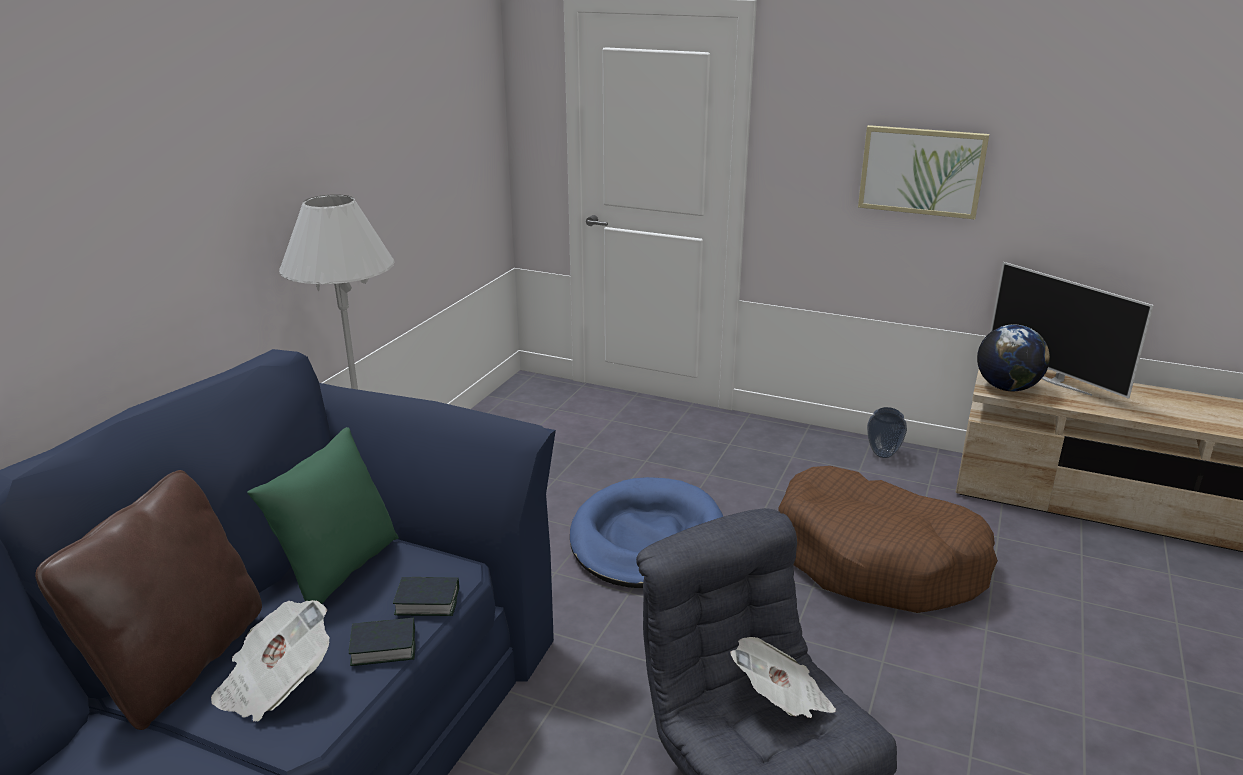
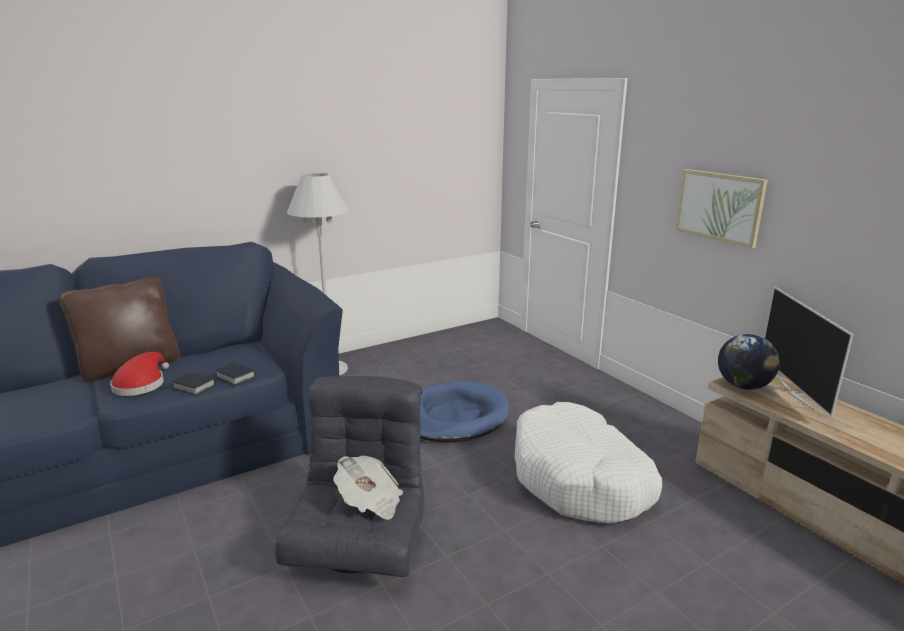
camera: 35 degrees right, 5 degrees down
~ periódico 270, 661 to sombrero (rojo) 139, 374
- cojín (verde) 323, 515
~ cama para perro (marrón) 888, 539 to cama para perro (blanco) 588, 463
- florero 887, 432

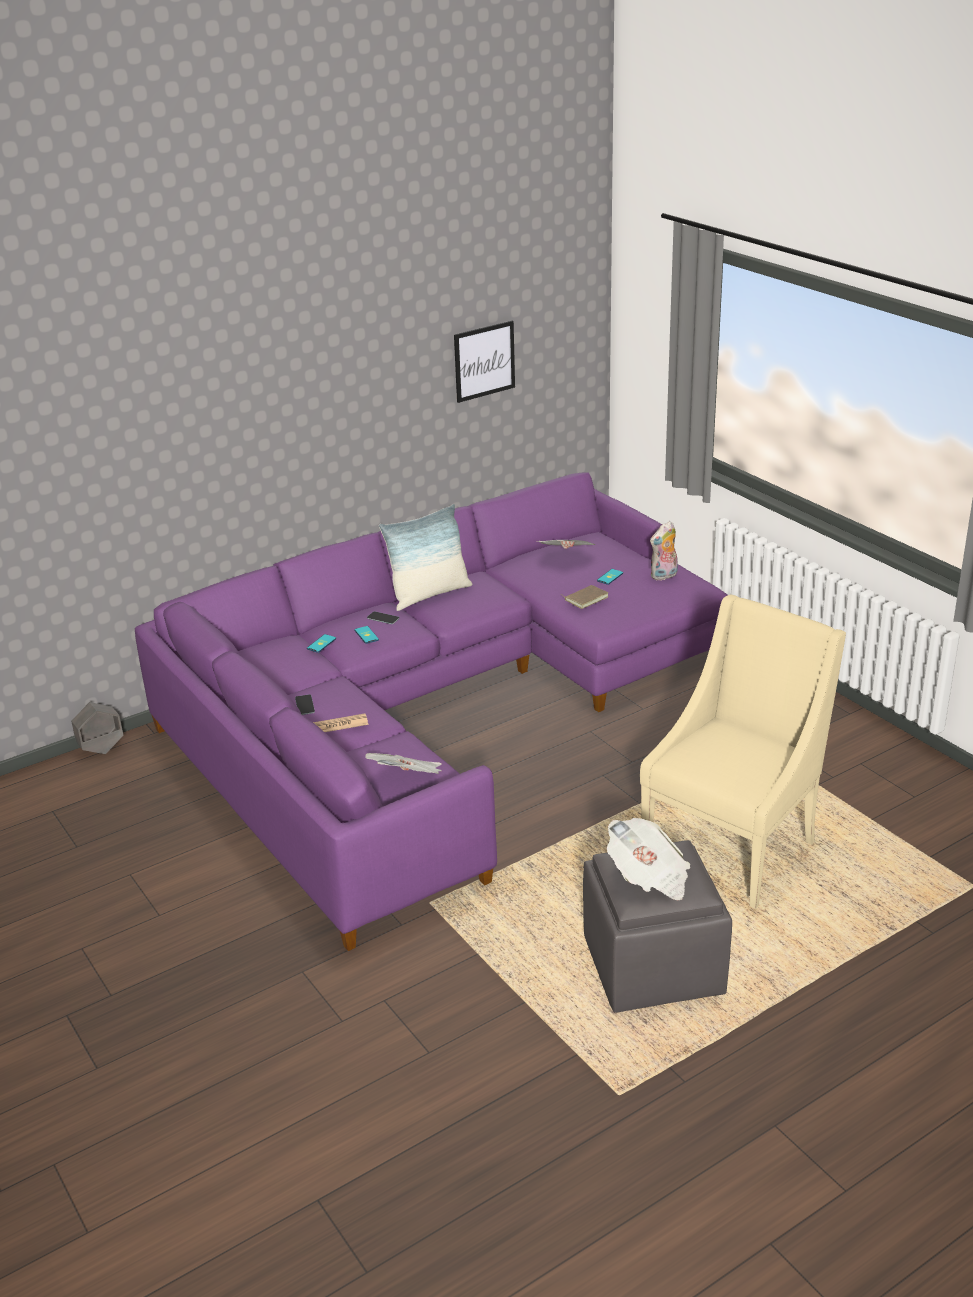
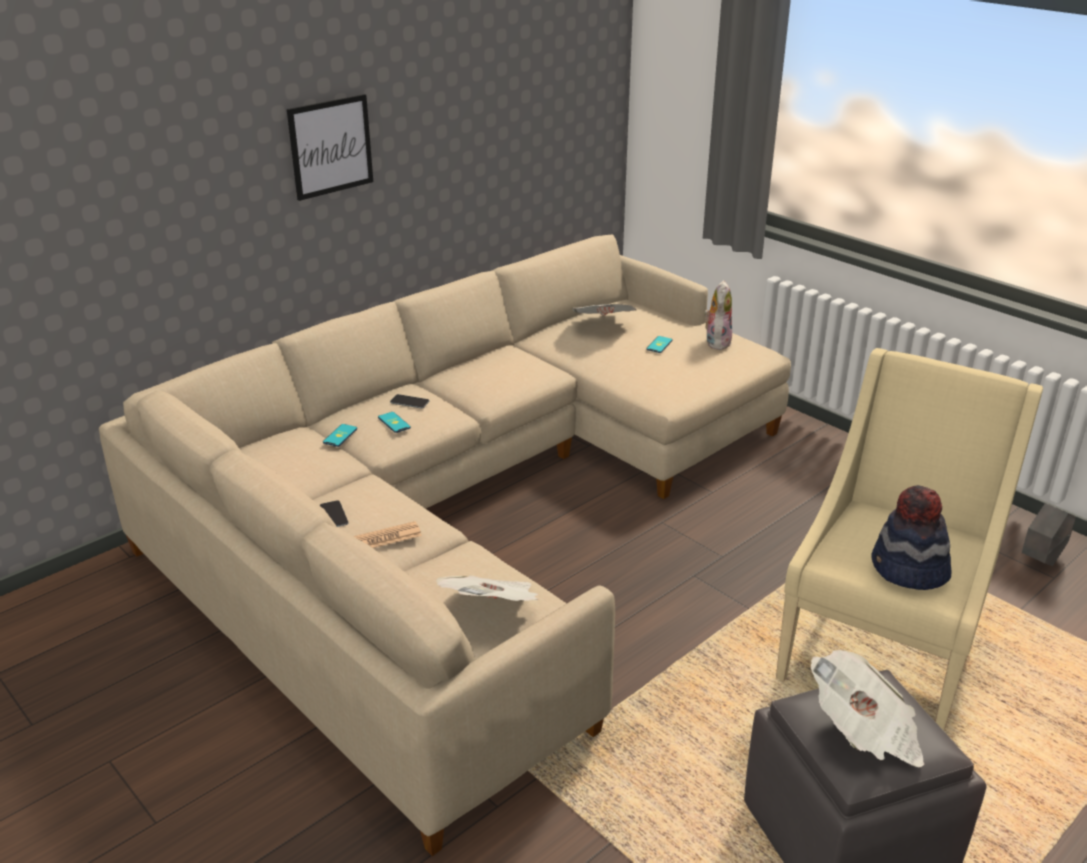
camera: 10 degrees left, 0 degrees up
~ maceta (gris) 97, 728 to 1049, 534
~ sofá (morado) 431, 712 to sofá (beis) 445, 545
- cojín 425, 557
~ cuadro 484, 362 to 330, 147
- libro (marrón) 584, 597
~ peluche 664, 550 = 718, 315 150 degrees clockwise
+ sombrero 911, 537

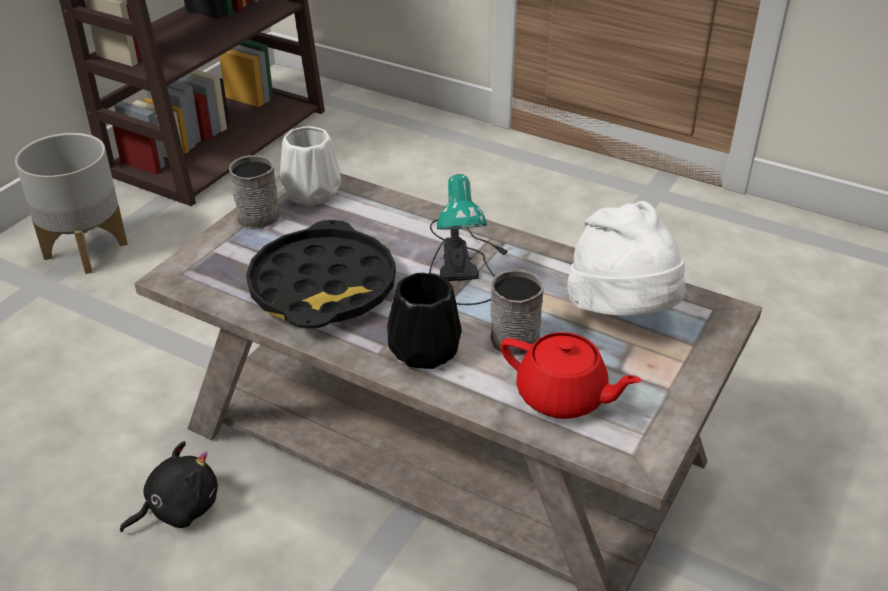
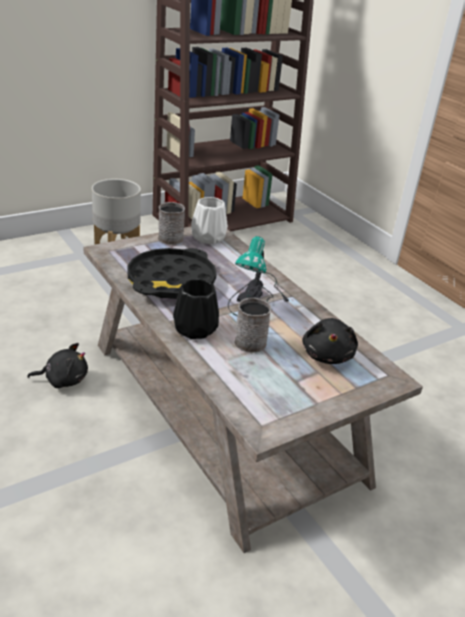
camera: 25 degrees right, 5 degrees down
- tetera (rojo) 571, 375
~ sombrero (blanco) 626, 258 to peluche (negro) 330, 341

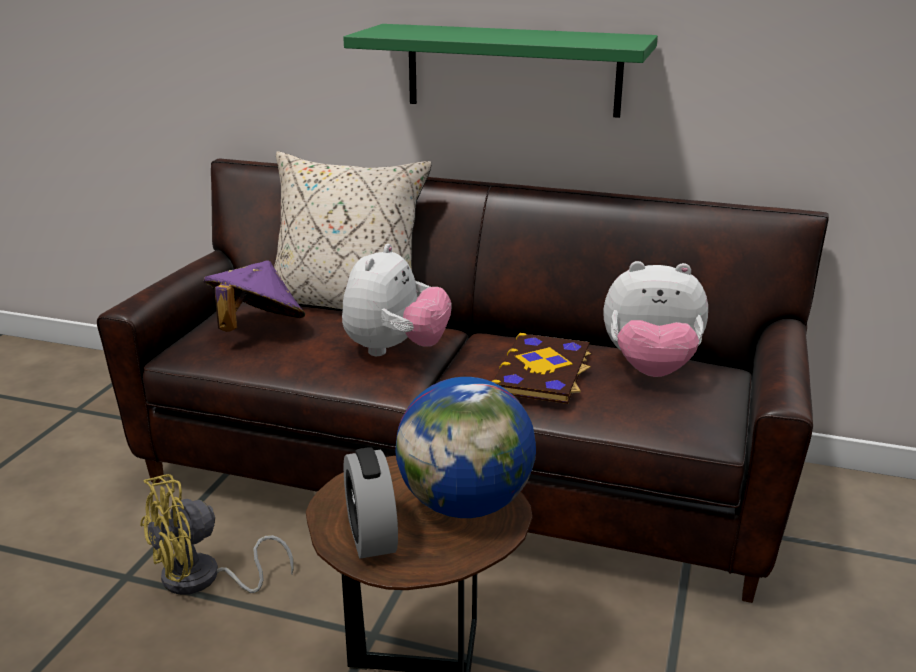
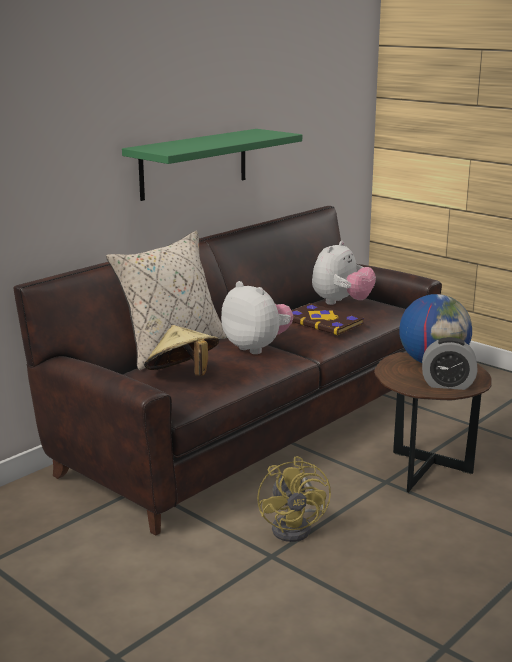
camera: 65 degrees left, 5 degrees down
~ sombrero (morado) 254, 296 to sombrero (beis) 181, 350

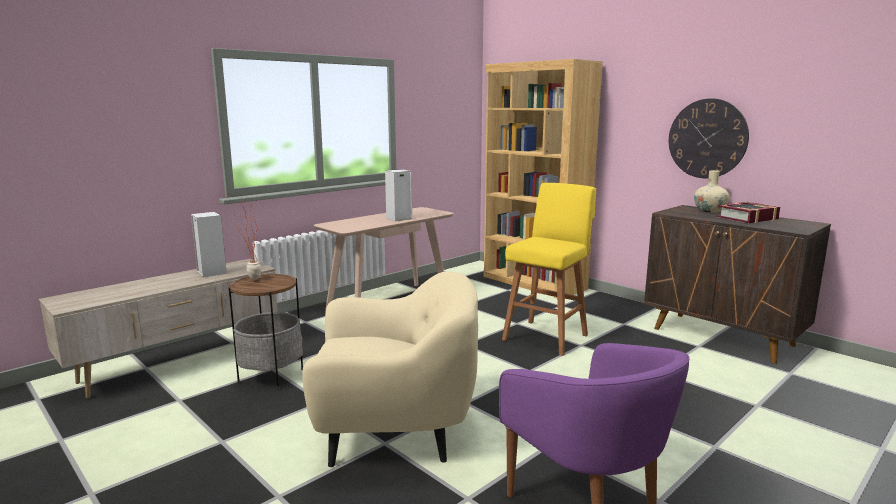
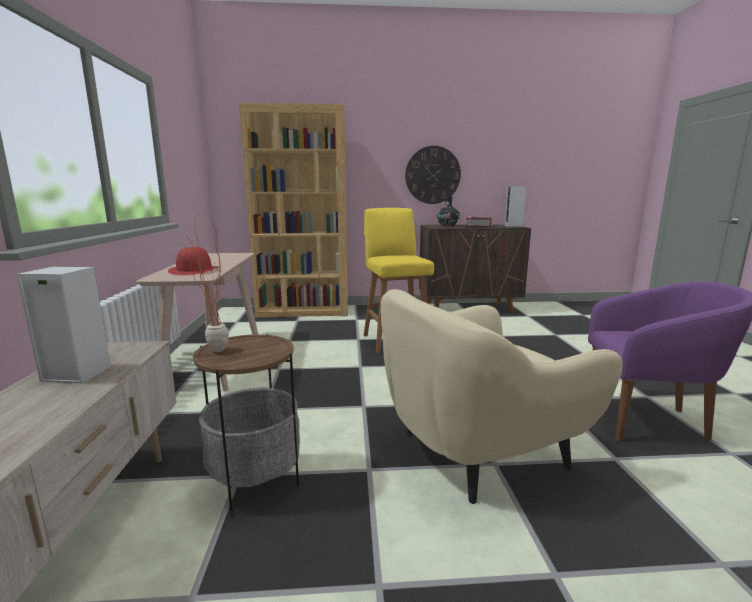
camera: 50 degrees left, 0 degrees up
~ sillón (beis) 390, 369 = 502, 396 150 degrees counterclockwise
~ altavoz 398, 195 to 515, 206
~ florero (beis) 711, 191 to florero (negro) 448, 211
+ sombrero (rojo) 193, 261

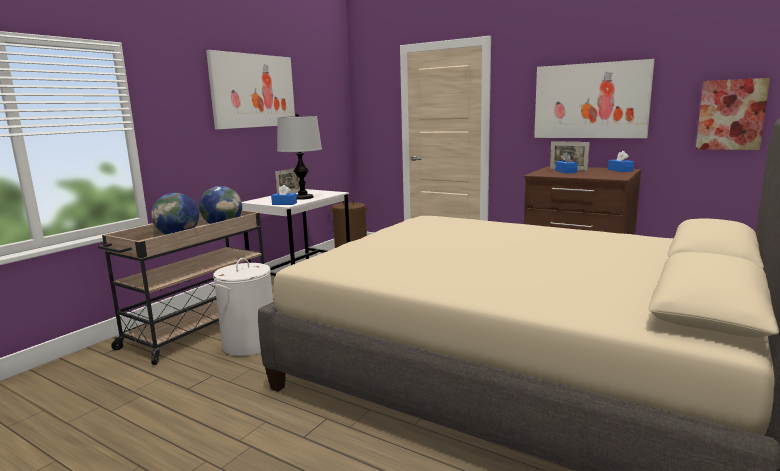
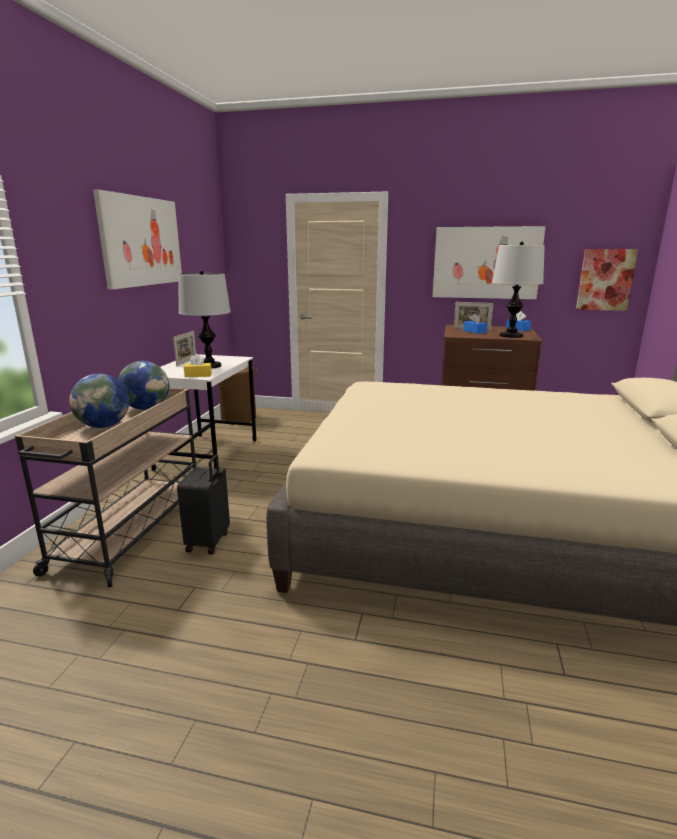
camera: 20 degrees left, 5 degrees up
~ cesto de la ropa (blanco) 243, 307 to maleta (negro) 203, 504
~ caja de pañuelos (azul) 284, 195 to caja de pañuelos (amarillo) 198, 365
+ lámpara de mesa 518, 289

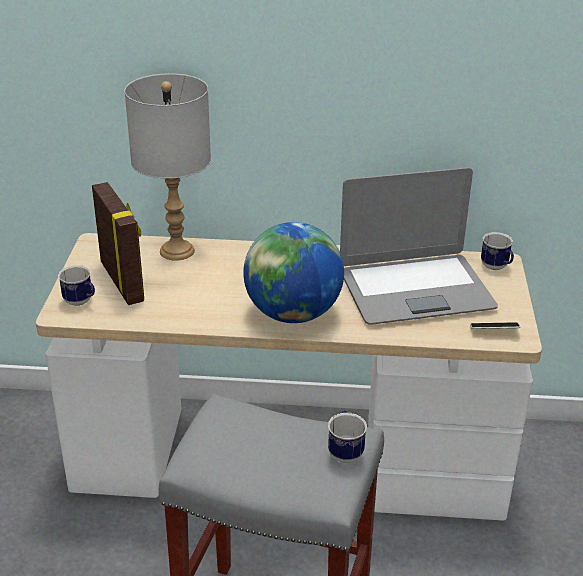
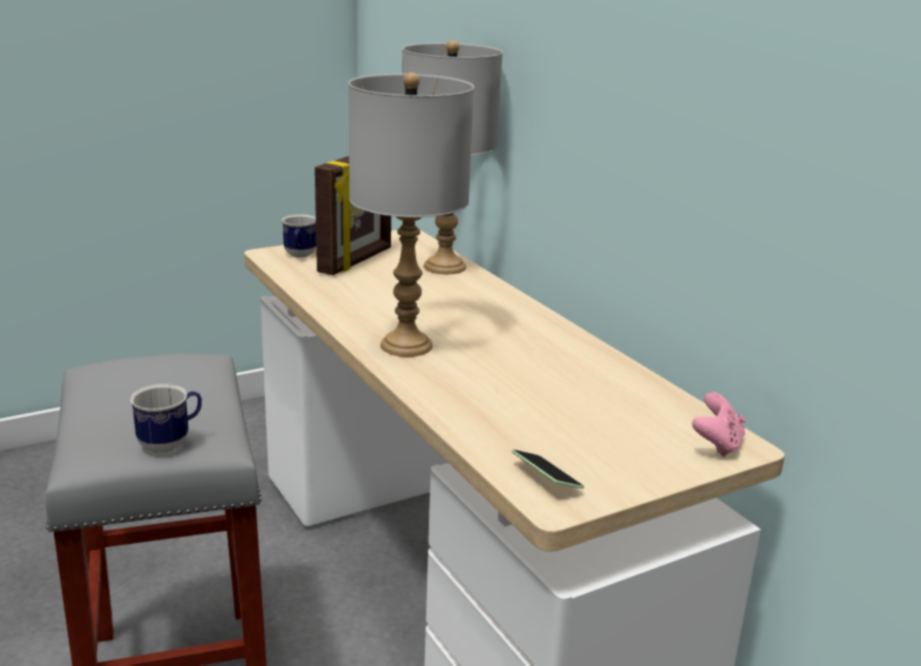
camera: 55 degrees right, 10 degrees down
~ globo terráqueo 293, 272 to lámpara de mesa (gris) 411, 214
- portátil 419, 246
~ taza grande 497, 251 to mando de consola (rosa) 718, 424

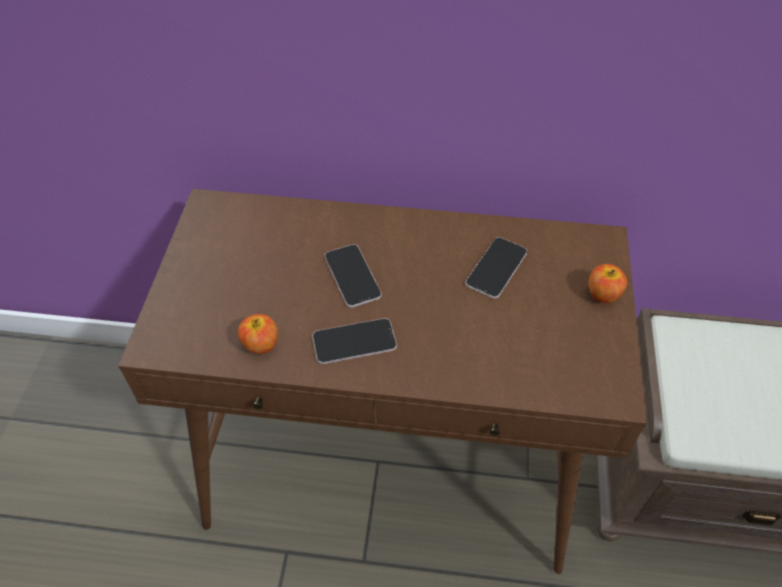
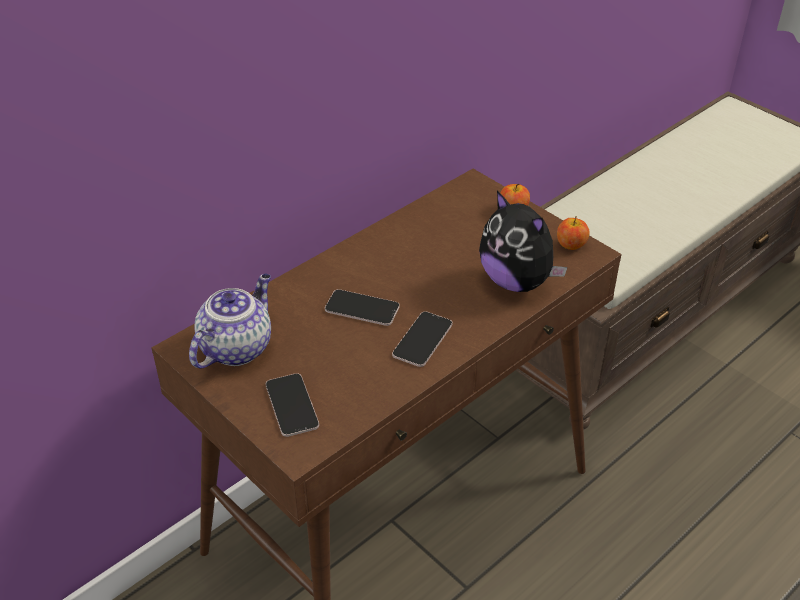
camera: 50 degrees left, 10 degrees down
~ manzana 258, 334 to 573, 233
~ móvil 496, 268 to 292, 405
+ tetera 230, 321
+ peluche 523, 241

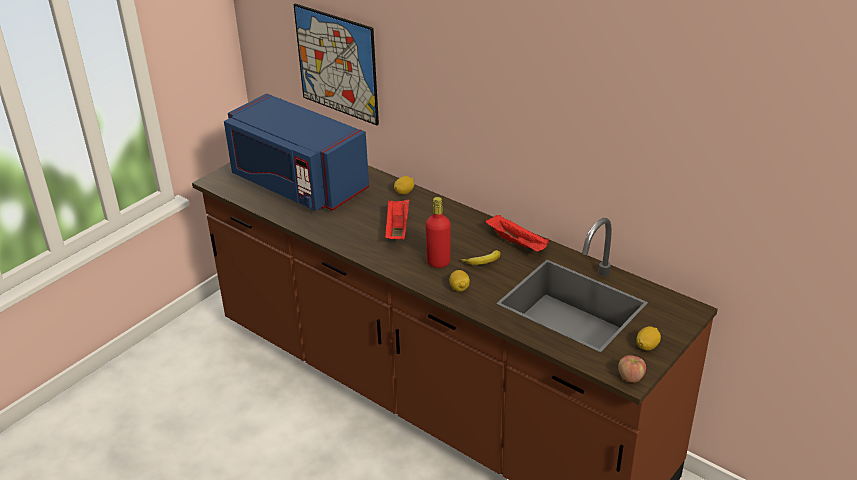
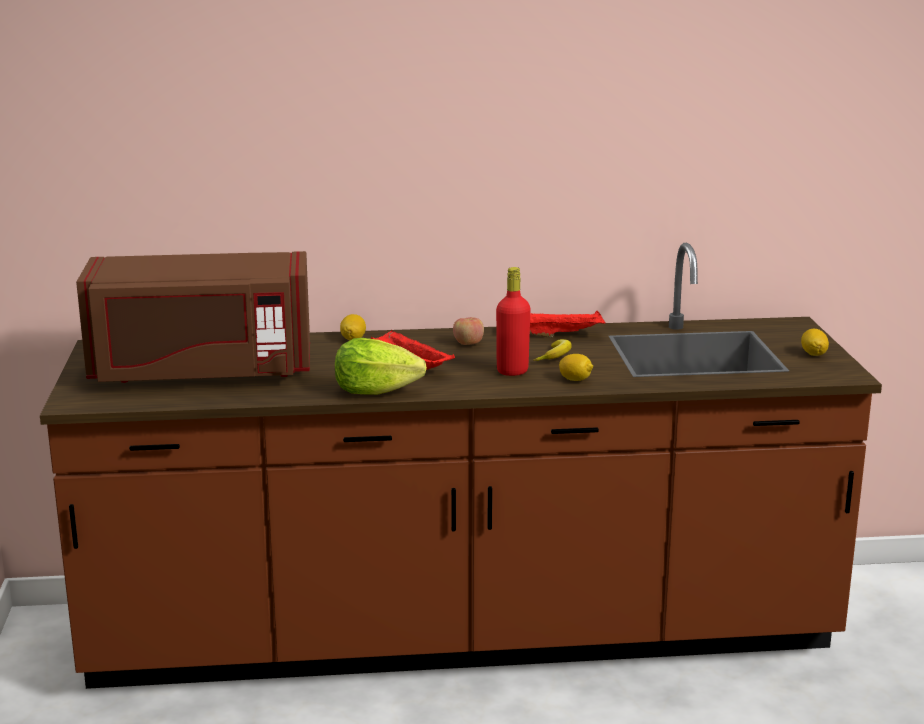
camera: 45 degrees left, 15 degrees down
~ microondas (azul) 296, 152 to microondas (marrón) 193, 317
- cuadro 336, 64
~ manzana 632, 369 to 468, 331
+ lechuga 381, 366

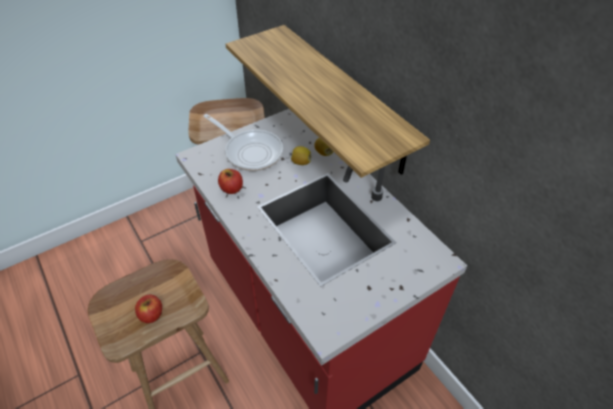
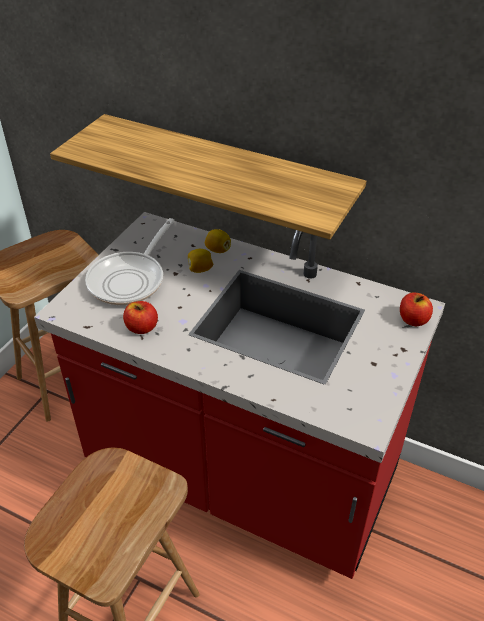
camera: 30 degrees left, 5 degrees down
~ manzana 148, 309 to 416, 309
~ sartén 243, 142 = 130, 261 105 degrees clockwise

